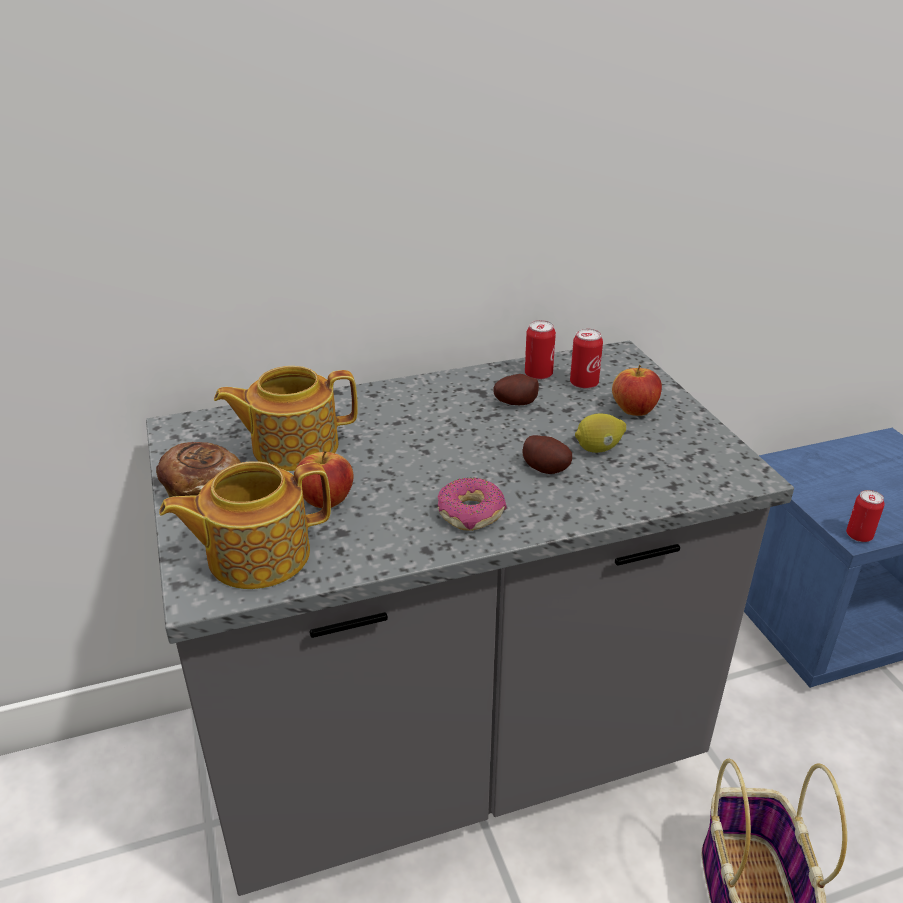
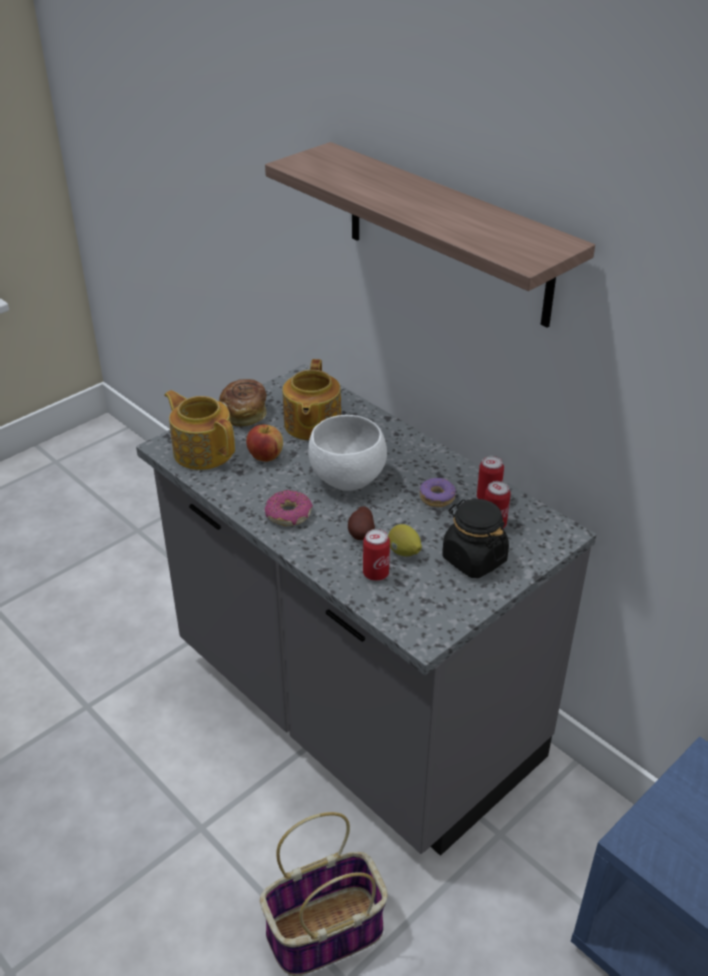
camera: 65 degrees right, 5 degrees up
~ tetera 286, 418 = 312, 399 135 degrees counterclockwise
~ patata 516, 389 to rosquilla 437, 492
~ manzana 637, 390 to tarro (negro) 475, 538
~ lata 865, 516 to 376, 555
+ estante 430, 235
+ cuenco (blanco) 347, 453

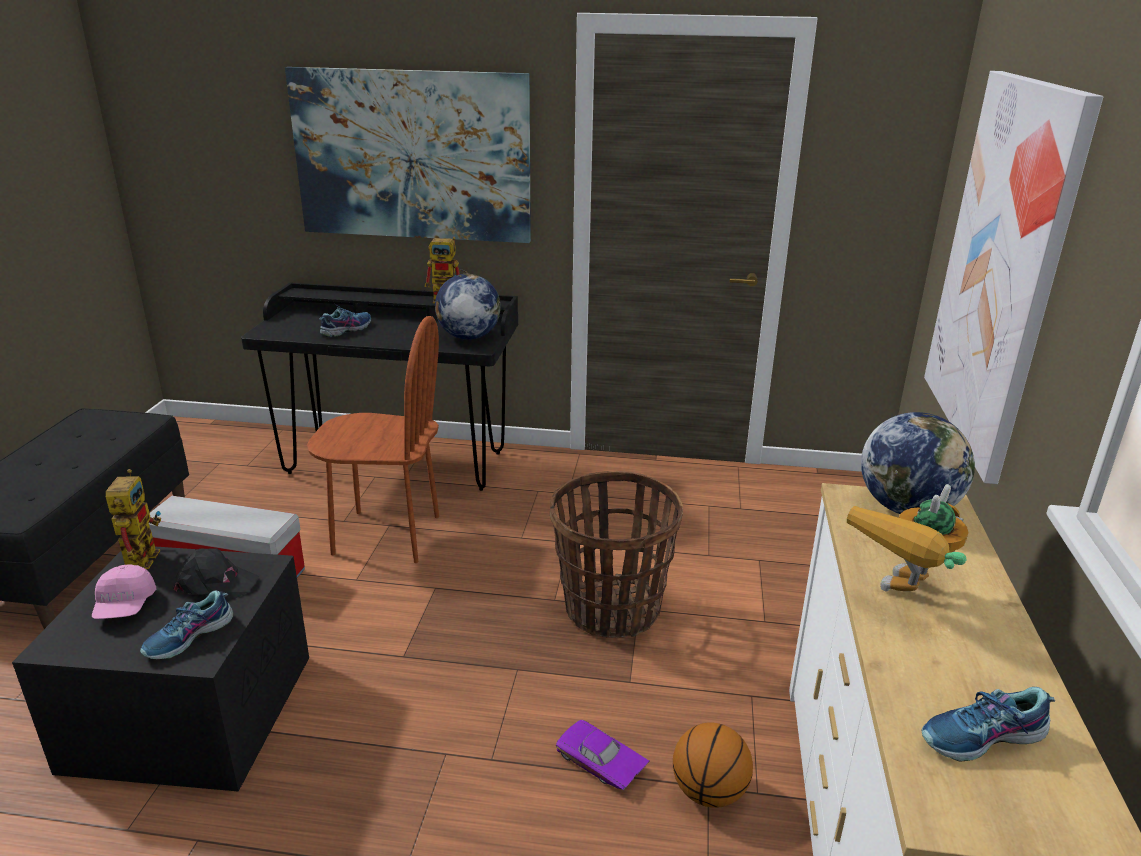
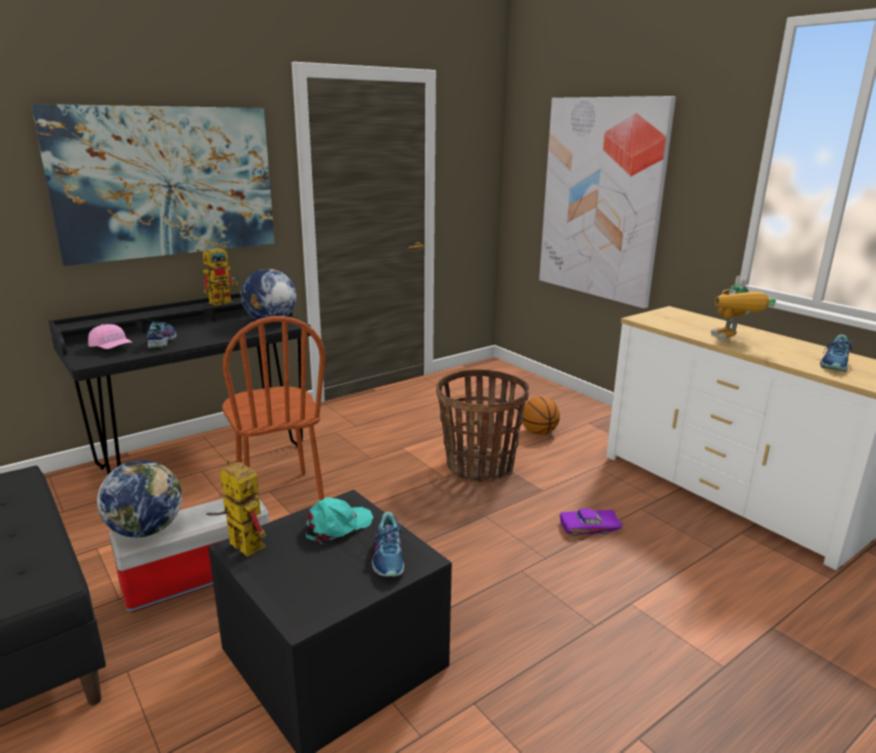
camera: 45 degrees left, 5 degrees down
~ gorra (rosa) 124, 591 to 110, 336
~ gorra (negro) 216, 573 to gorra (turquesa) 339, 521
~ silla (marrón) 373, 439 = 274, 408 105 degrees clockwise
~ balón de baloncesto 713, 765 to 541, 416
~ globo terráqueo 918, 463 to 139, 498

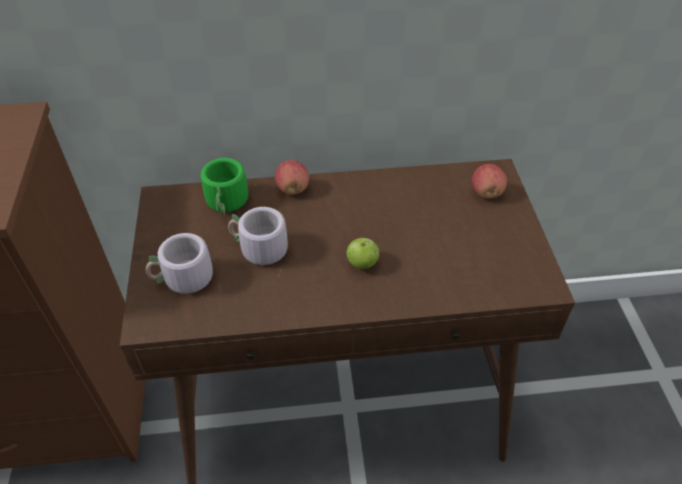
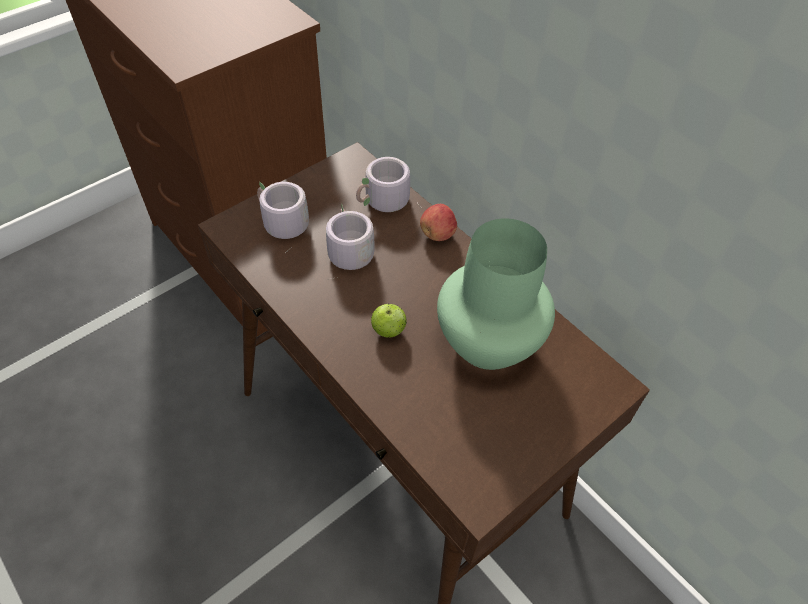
camera: 55 degrees right, 5 degrees up
~ taza grande (verde) 229, 186 to taza grande (gris) 388, 184
- manzana 489, 181
+ florero (verde) 496, 294

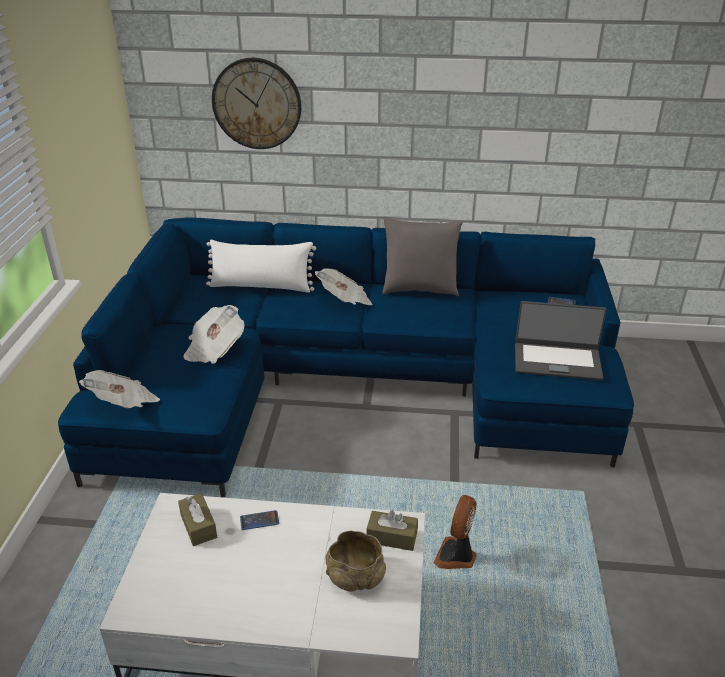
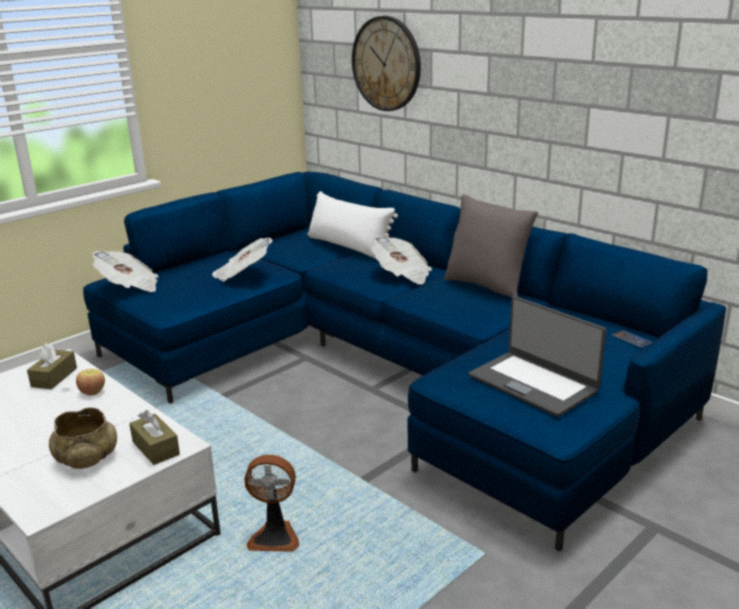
camera: 40 degrees right, 10 degrees down
~ móvil 259, 520 to manzana 90, 382
~ ventilador 455, 532 = 271, 503 150 degrees counterclockwise

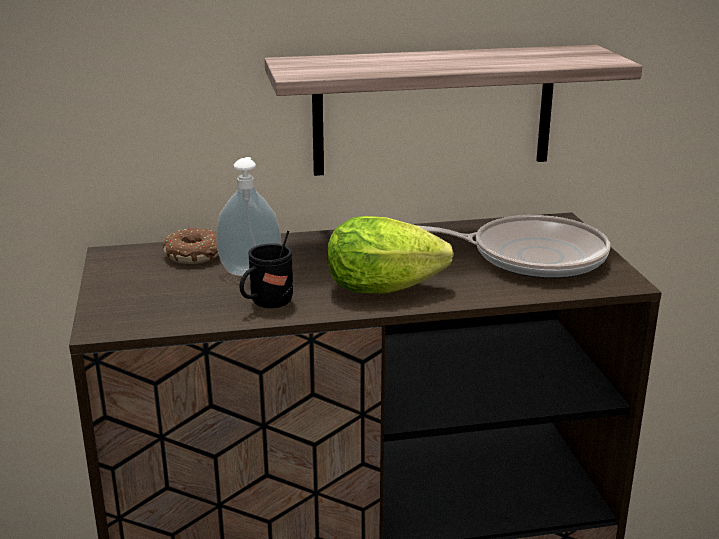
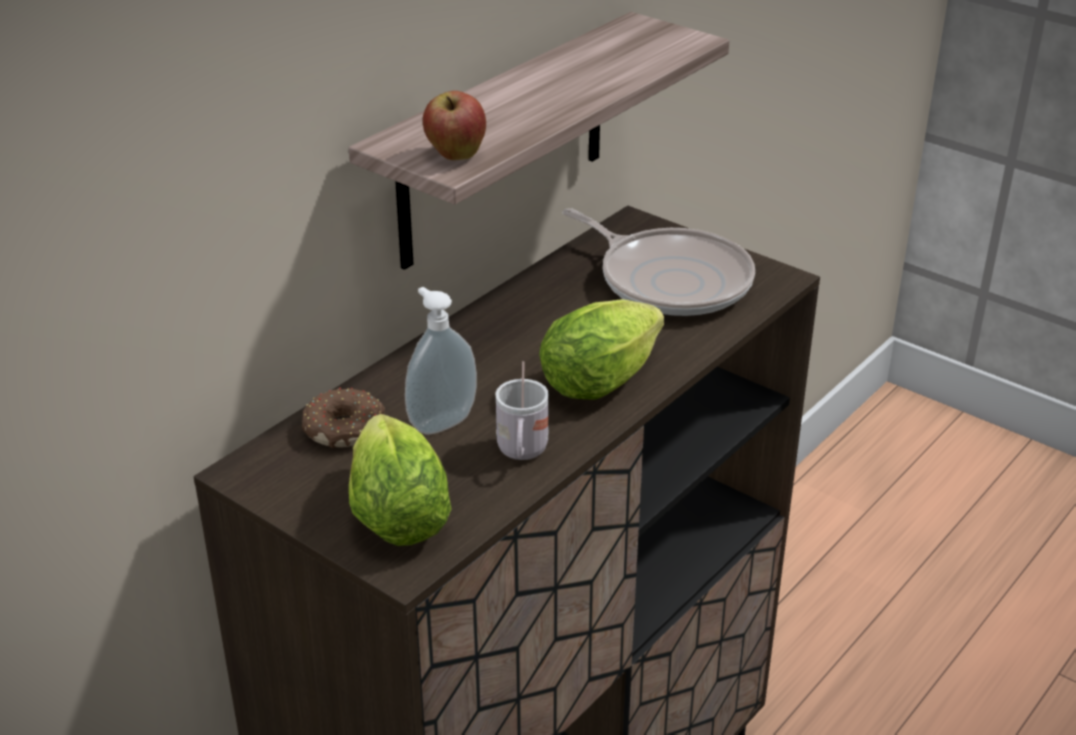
camera: 40 degrees left, 10 degrees up
~ taza grande (negro) 266, 269 to taza grande (blanco) 522, 410
~ sartén 513, 247 = 658, 262 75 degrees clockwise
+ lechuga 400, 480
+ manzana 454, 125

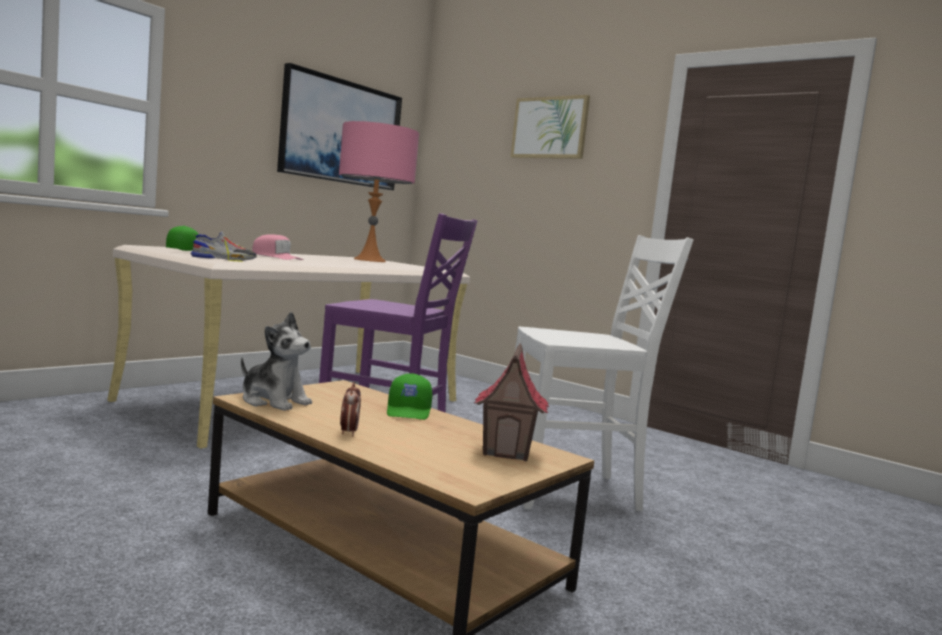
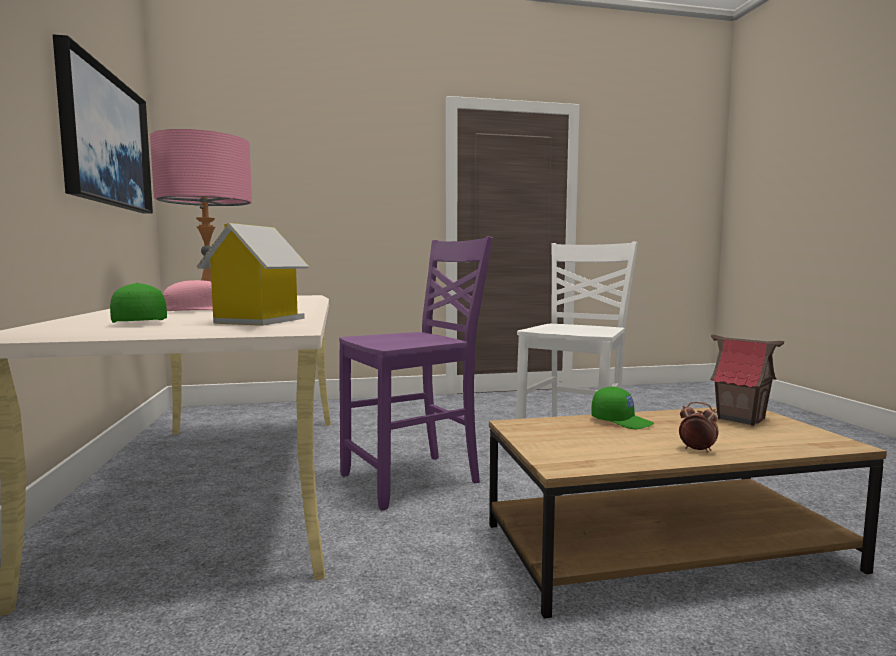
camera: 50 degrees left, 0 degrees up
~ zapato 223, 247 to casita 252, 274
- peluche 276, 361
- cuadro 550, 127

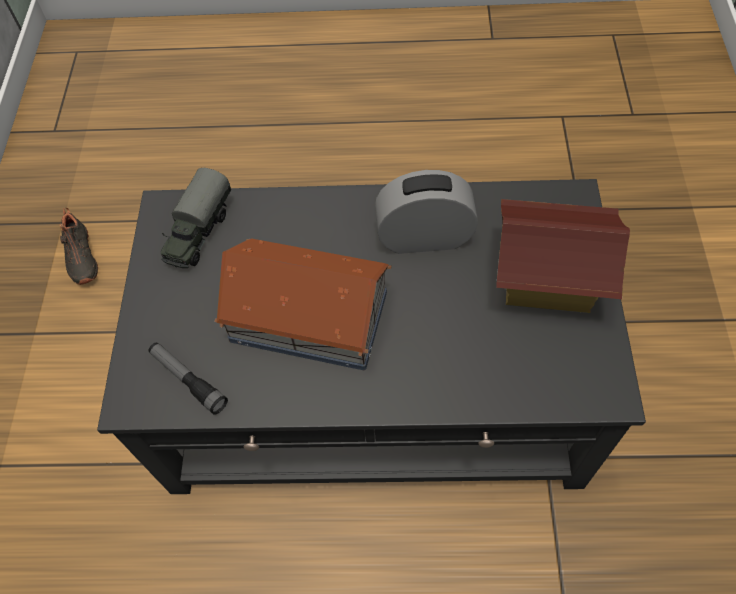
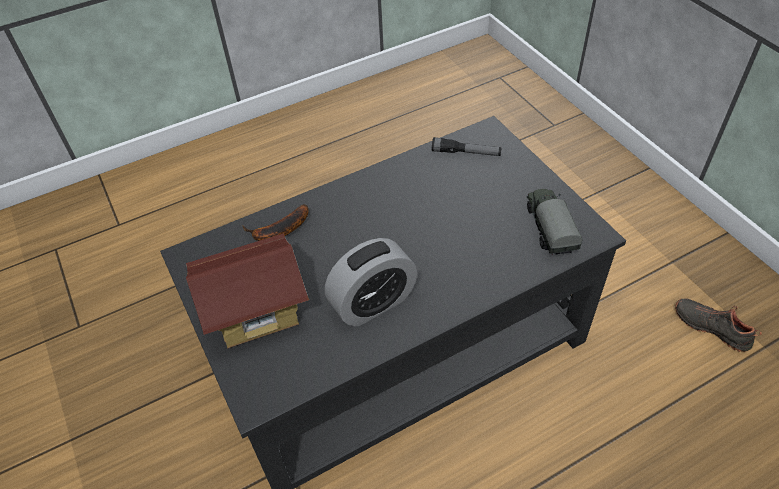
camera: 150 degrees right, 10 degrees down
- casita 303, 304
+ plátano 275, 222

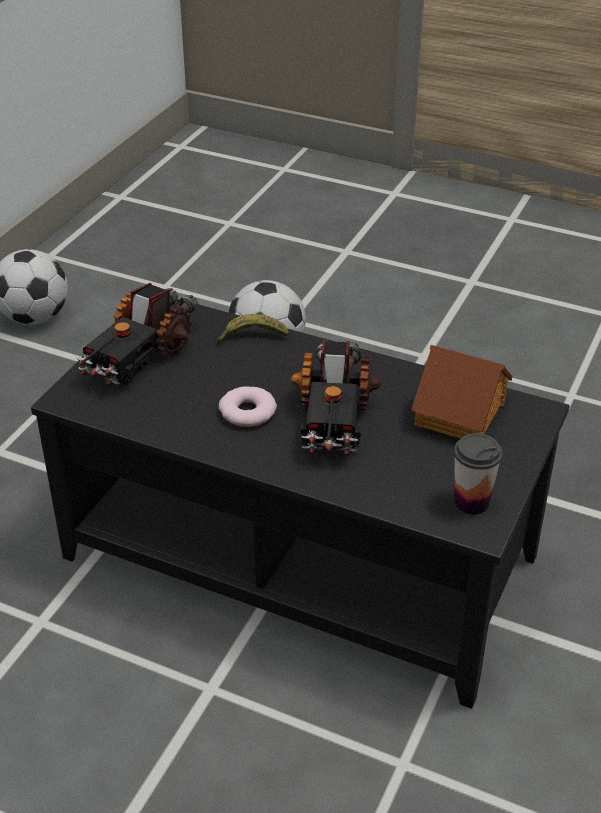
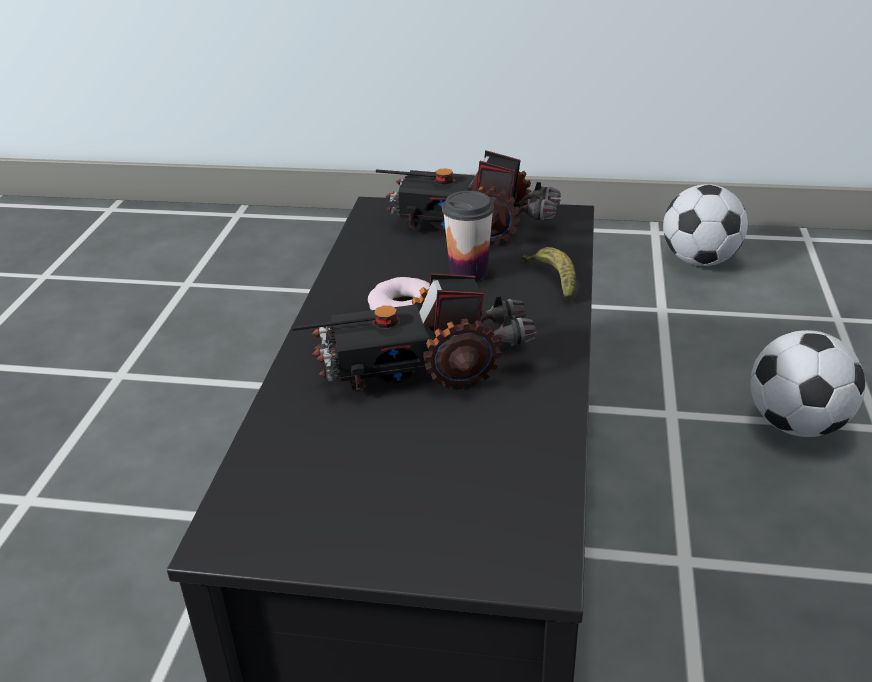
camera: 75 degrees right, 5 degrees down
- casita 462, 392
~ taza 478, 474 to 468, 236

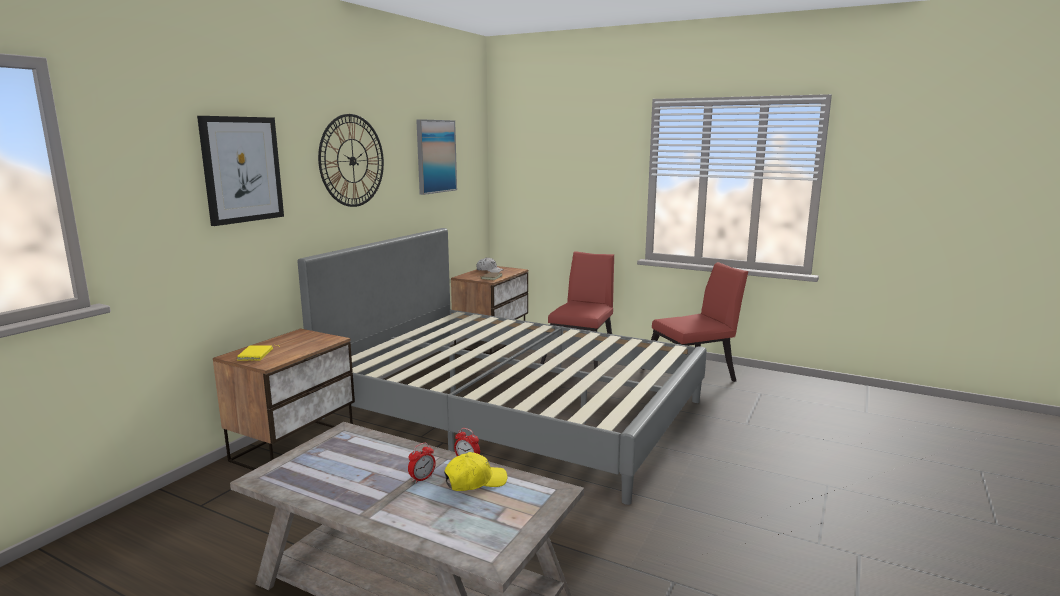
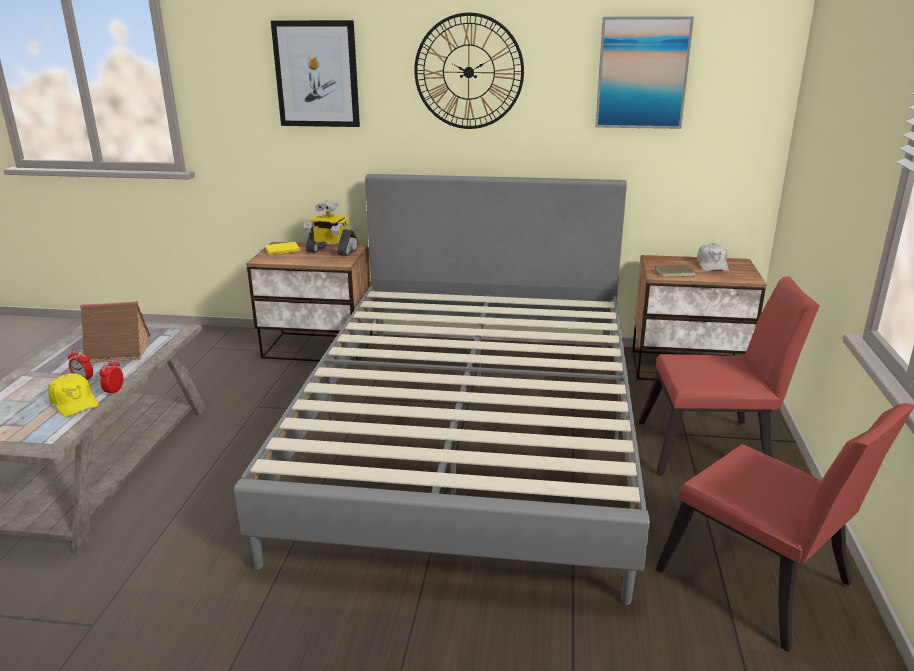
camera: 70 degrees right, 10 degrees up
+ casita 115, 332
+ robot de juguete 330, 228

